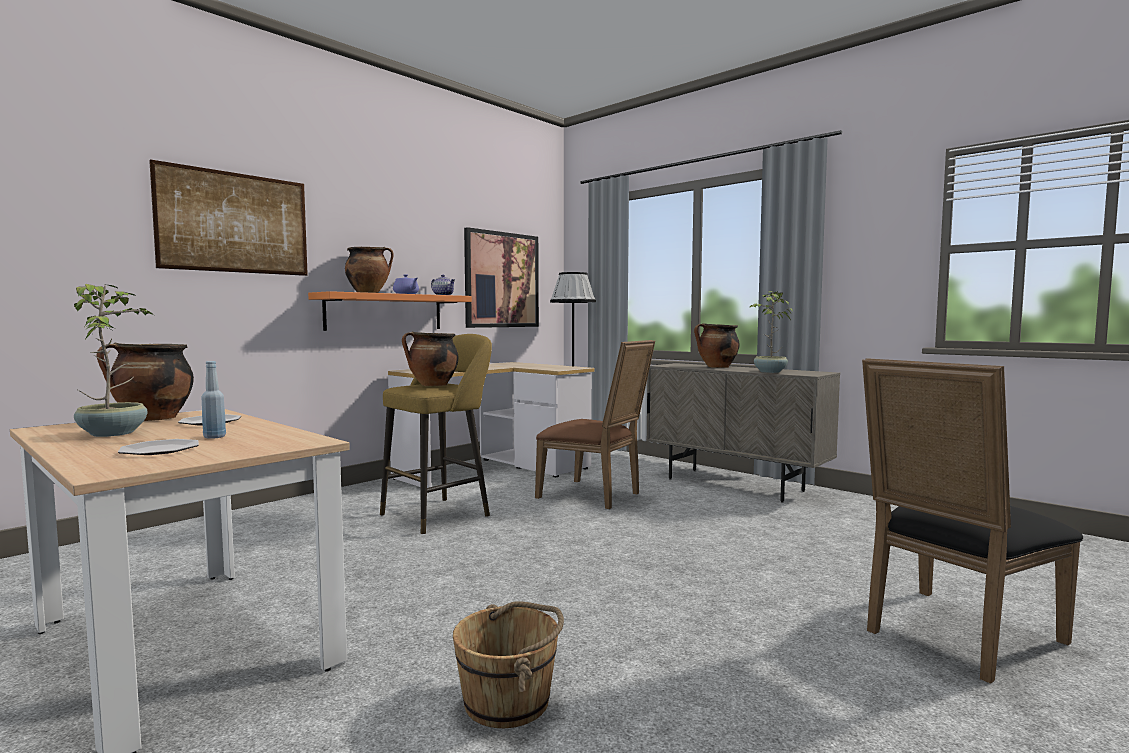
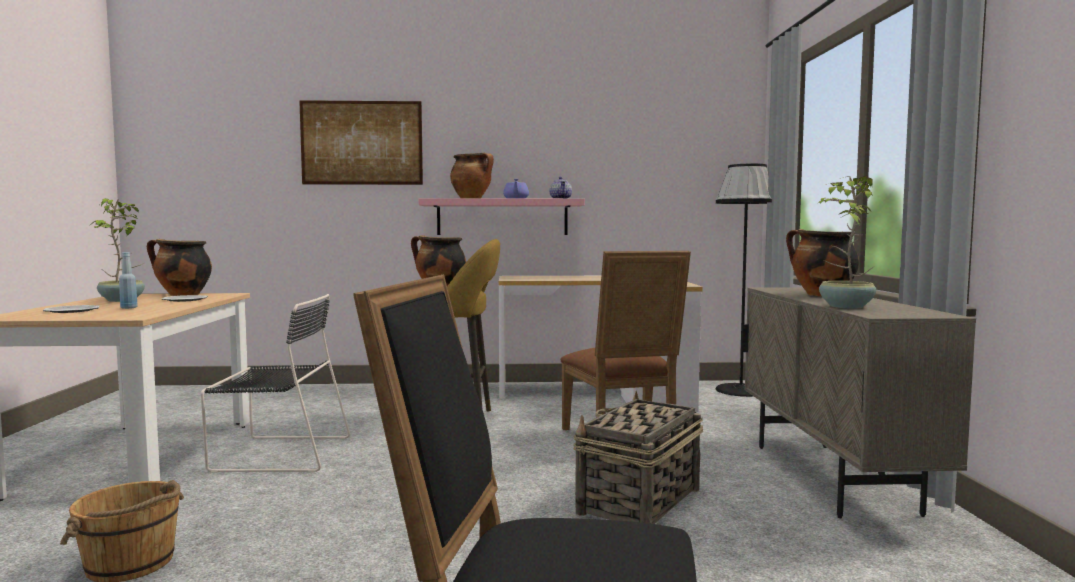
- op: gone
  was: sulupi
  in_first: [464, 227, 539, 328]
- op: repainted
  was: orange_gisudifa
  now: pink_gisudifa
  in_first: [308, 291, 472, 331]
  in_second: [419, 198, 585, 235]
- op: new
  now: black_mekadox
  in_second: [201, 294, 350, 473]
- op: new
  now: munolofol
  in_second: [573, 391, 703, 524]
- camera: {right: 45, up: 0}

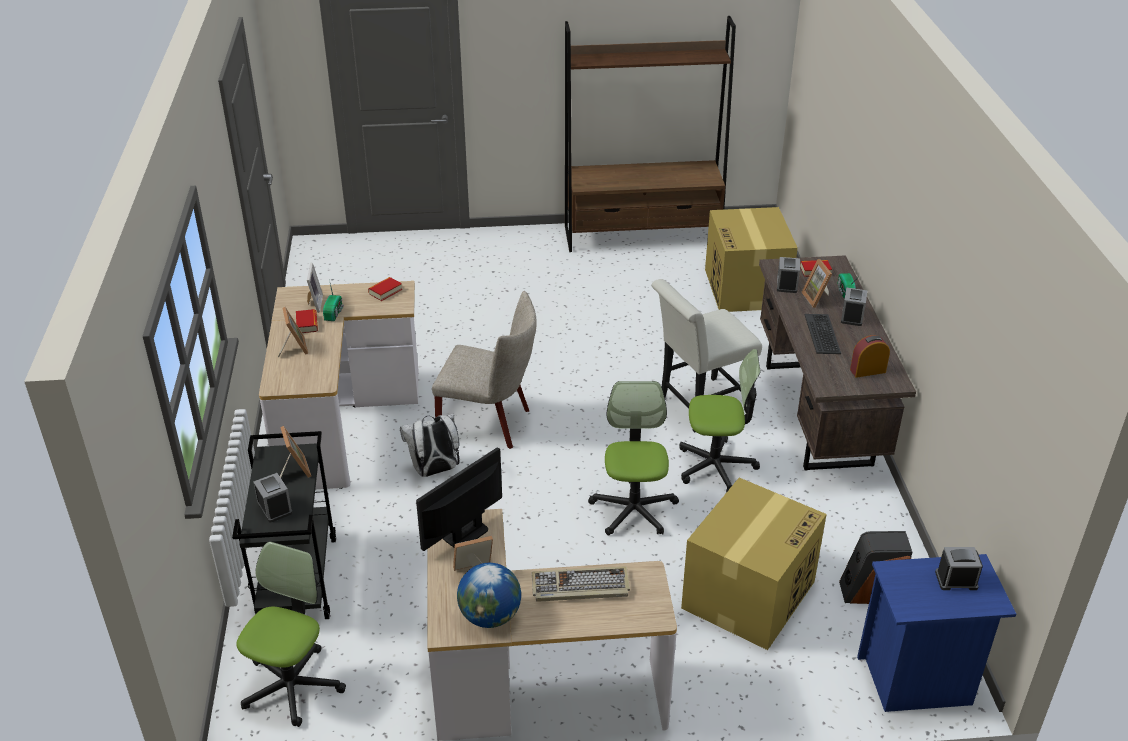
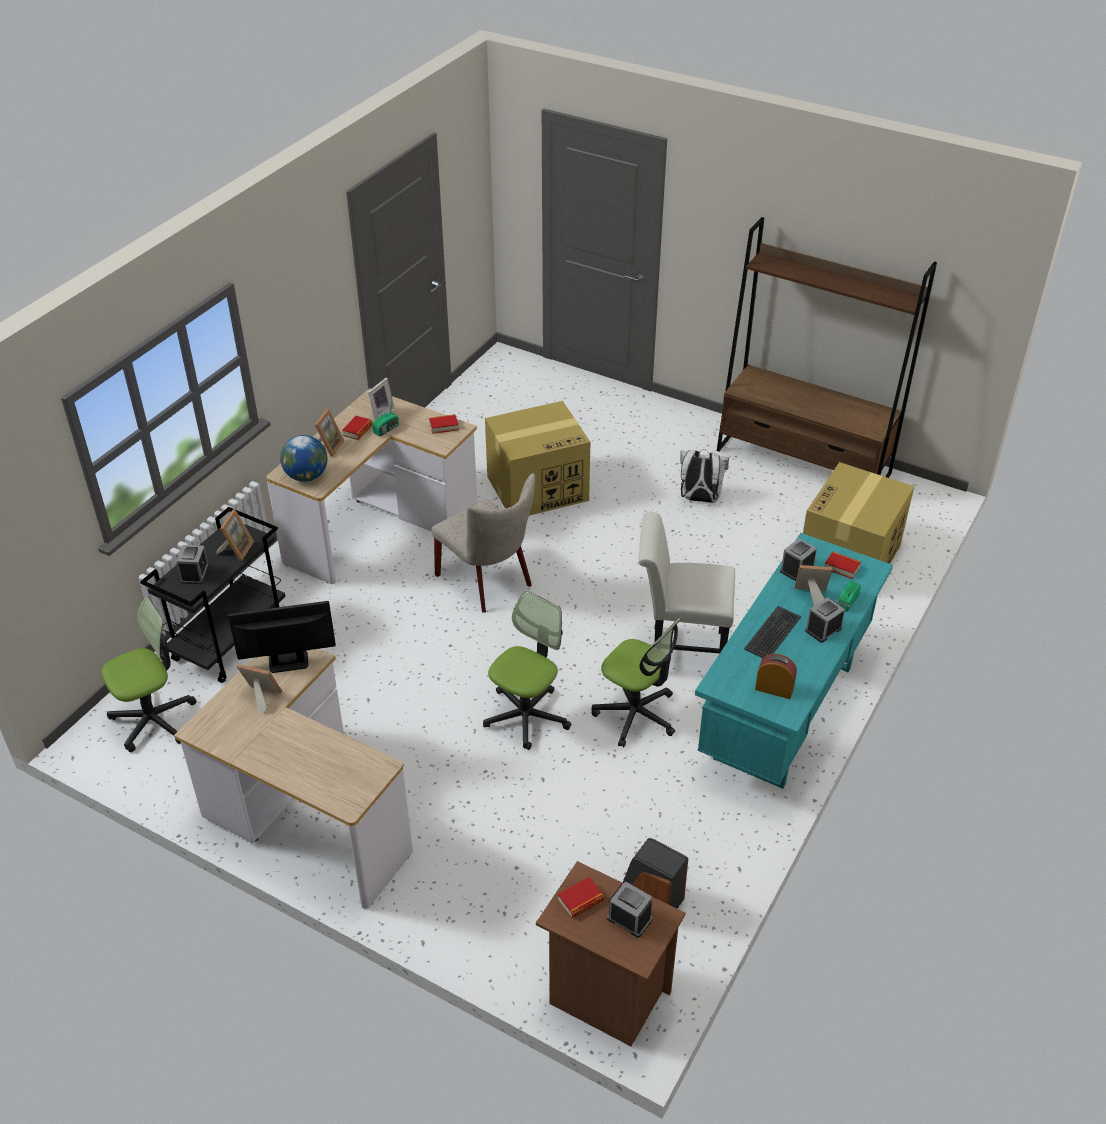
- op: repainted
  was: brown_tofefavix
  now: turquoise_tofefavix
  in_first: [759, 255, 916, 471]
  in_second: [695, 533, 893, 789]
- op: rotated
  was: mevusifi
  in_first: [802, 259, 832, 308]
  in_second: [795, 565, 832, 606]
  clockwise: 75
- op: shifted
  was: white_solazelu
  in_first: [400, 414, 459, 477]
  in_second: [680, 449, 729, 503]
- op: shifted
  was: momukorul
  in_first: [681, 478, 827, 650]
  in_second: [485, 401, 591, 516]
- op: repainted
  was: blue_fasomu
  now: brown_fasomu
  in_first: [857, 554, 1016, 712]
  in_second: [536, 861, 686, 1047]
- op: shifted
  was: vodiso
  in_first: [457, 563, 521, 628]
  in_second: [280, 435, 327, 482]
- op: gone
  was: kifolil
  in_first: [532, 566, 630, 602]
- op: new
  now: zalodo
  in_second: [558, 877, 604, 918]
- camera: {right: 35, up: 5}

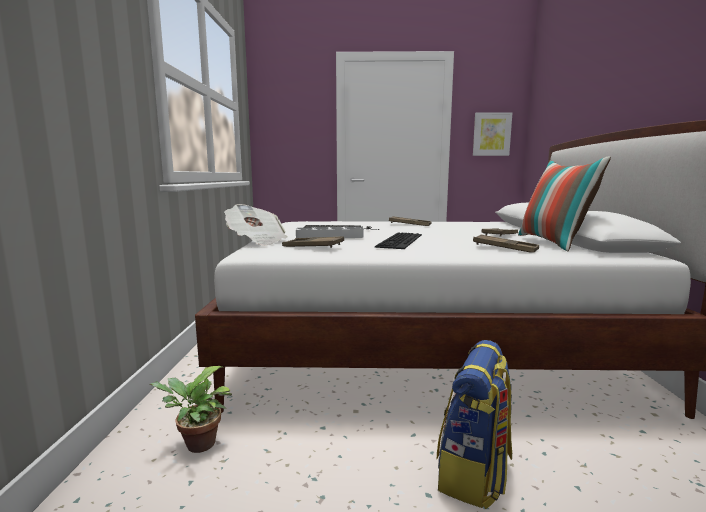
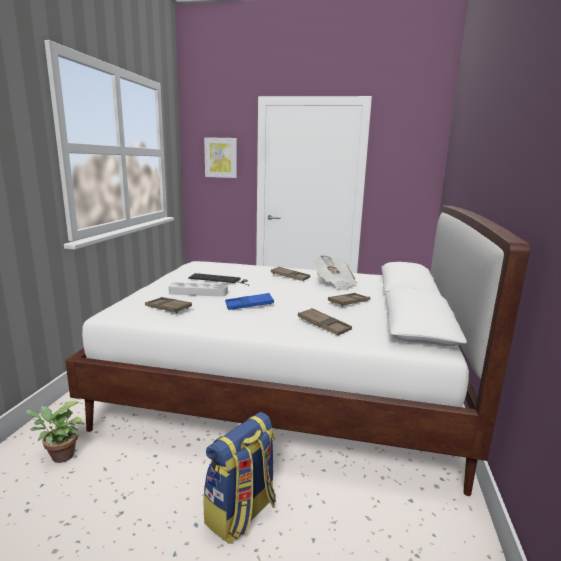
- op: shifted
  was: sulupi
  in_first: [473, 112, 512, 156]
  in_second: [204, 137, 237, 178]
- op: gone
  was: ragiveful
  in_first: [518, 156, 611, 251]
- op: shifted
  was: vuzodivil
  in_first: [224, 204, 288, 246]
  in_second: [314, 255, 357, 291]
- op: swapped
  was: kifolil
  now: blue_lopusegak
  in_first: [375, 232, 422, 249]
  in_second: [225, 293, 274, 310]
- camera: {right: 10, up: 5}

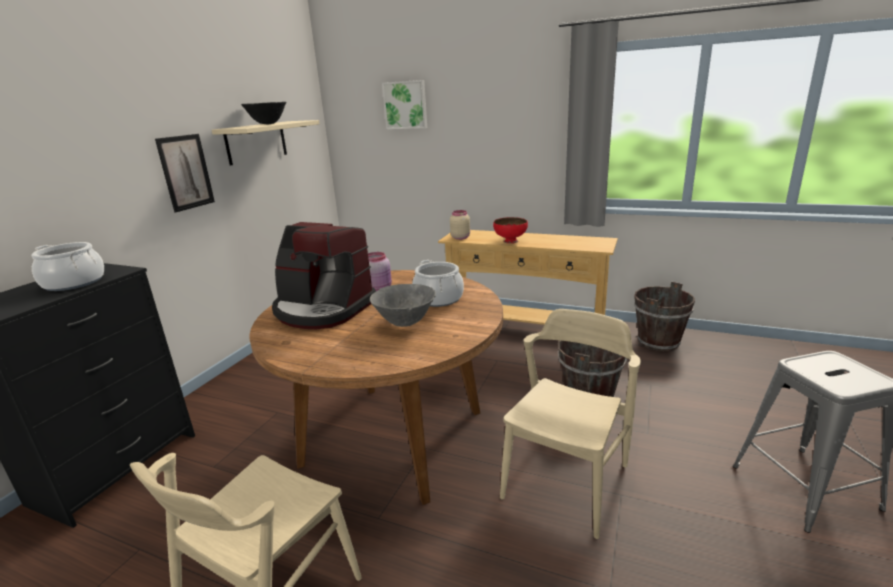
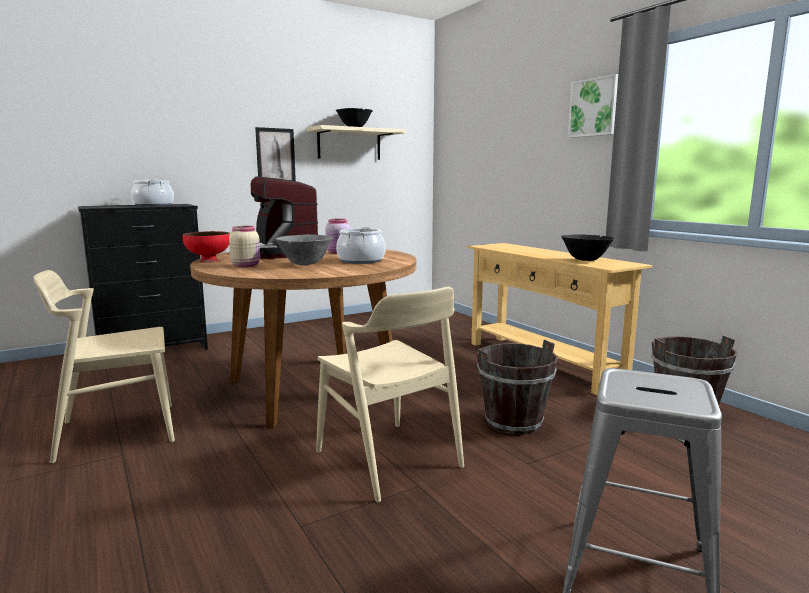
- op: shifted
  was: sulupi
  in_first: [382, 80, 427, 129]
  in_second: [568, 74, 618, 138]
- op: shifted
  was: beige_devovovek
  in_first: [450, 210, 470, 240]
  in_second: [229, 226, 260, 267]
- op: shifted
  was: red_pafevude
  in_first: [493, 217, 528, 244]
  in_second: [183, 231, 230, 263]
- op: rotated
  was: beige_mekadox
  in_first: [500, 309, 641, 539]
  in_second: [316, 286, 464, 502]
  clockwise: 75
- op: new
  now: black_pafevude
  in_second: [561, 234, 614, 261]
- camera: {right: 35, up: -10}

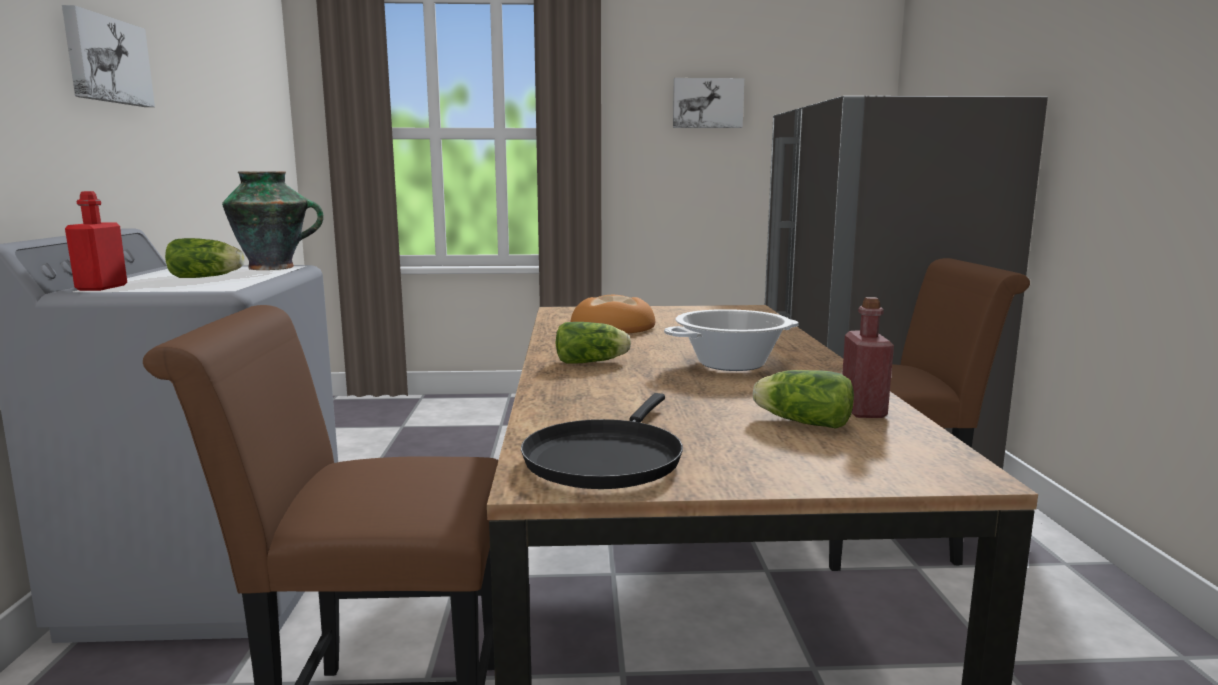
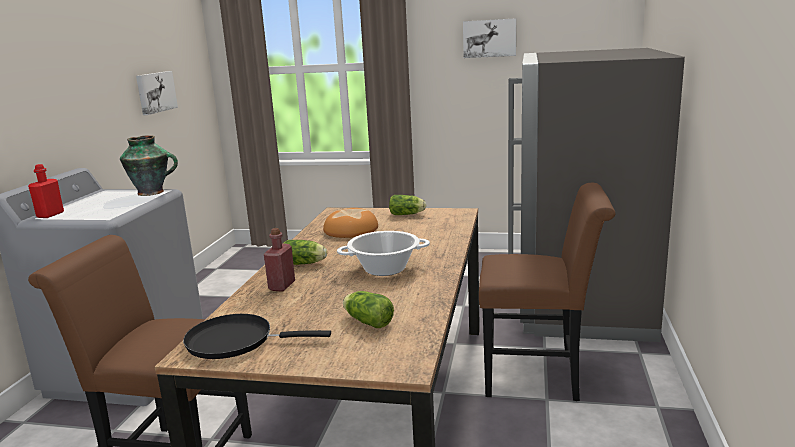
- op: shifted
  was: sulupi
  in_first: [62, 5, 155, 107]
  in_second: [136, 71, 178, 115]
- op: shifted
  was: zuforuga
  in_first: [165, 238, 244, 278]
  in_second: [389, 195, 426, 215]
- op: shifted
  was: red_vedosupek
  in_first: [842, 297, 894, 418]
  in_second: [264, 228, 295, 292]
- op: rotated
  was: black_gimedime
  in_first: [521, 393, 683, 489]
  in_second: [183, 314, 331, 359]
  clockwise: 60
- camera: {right: 15, up: 5}

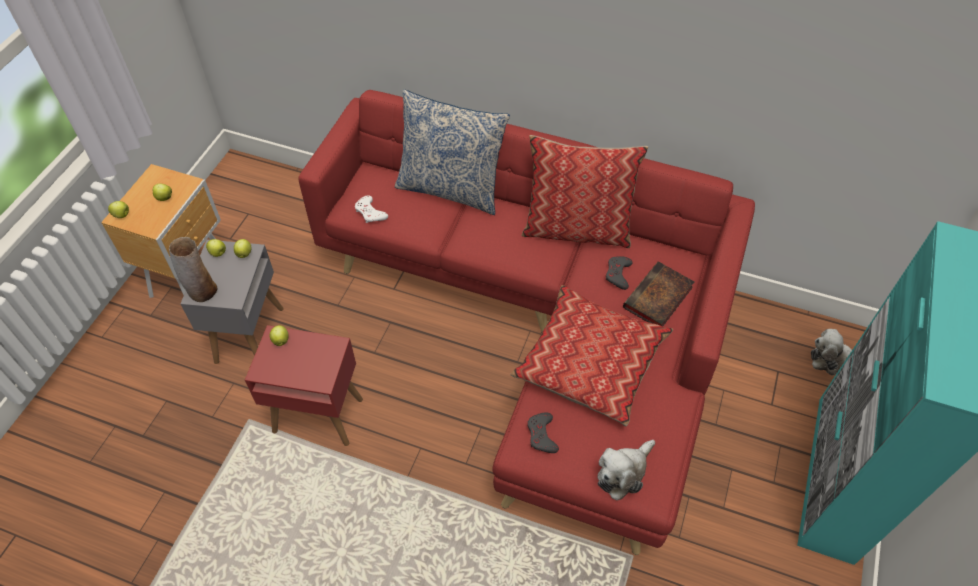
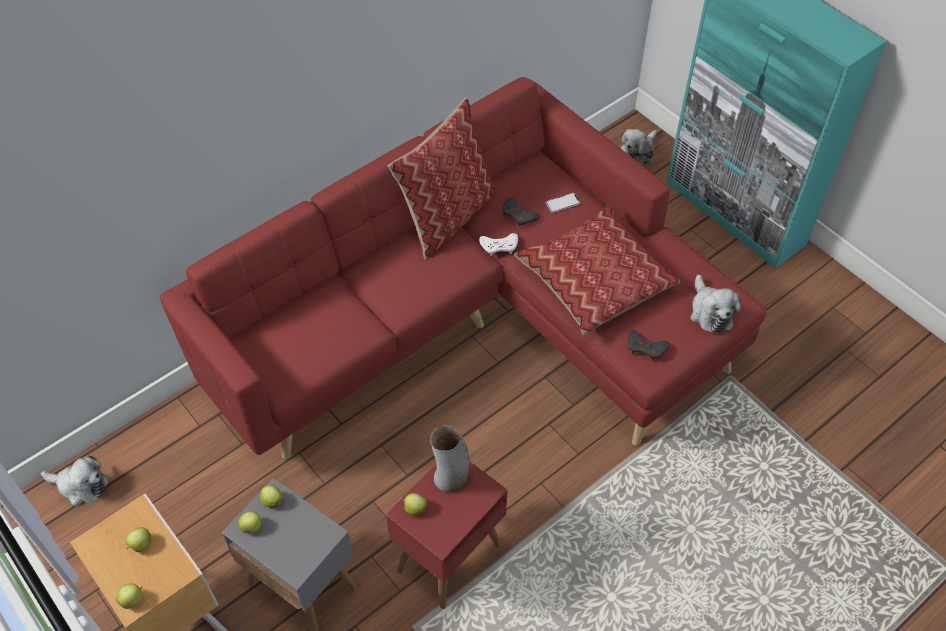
- op: gone
  was: ragiveful
  in_first: [395, 89, 510, 215]
- op: shifted
  was: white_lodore
  in_first: [355, 195, 388, 223]
  in_second: [479, 233, 518, 256]
- op: shifted
  was: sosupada
  in_first: [169, 237, 218, 302]
  in_second: [430, 425, 470, 492]
- op: swapped
  was: zalodo
  now: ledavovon
  in_first: [623, 261, 694, 326]
  in_second: [545, 193, 581, 213]
- op: new
  now: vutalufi
  in_second: [41, 455, 109, 507]
- camera: {right: -60, up: 0}

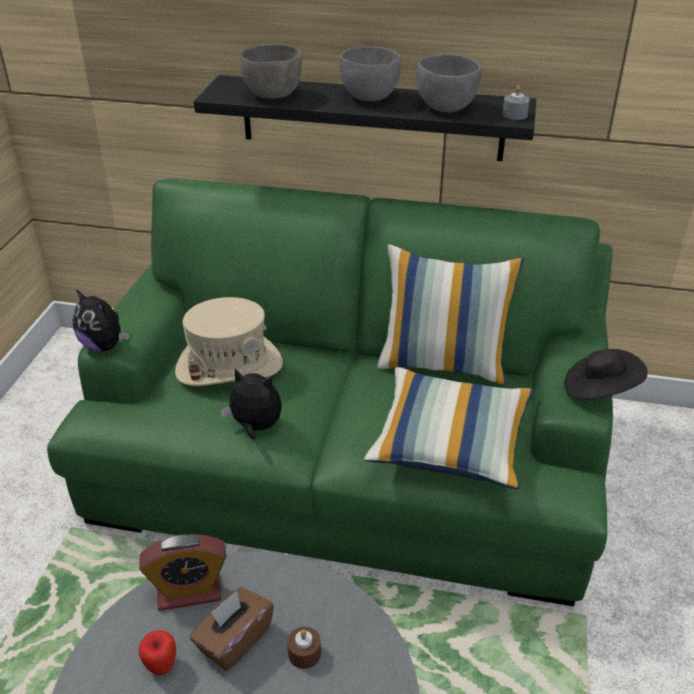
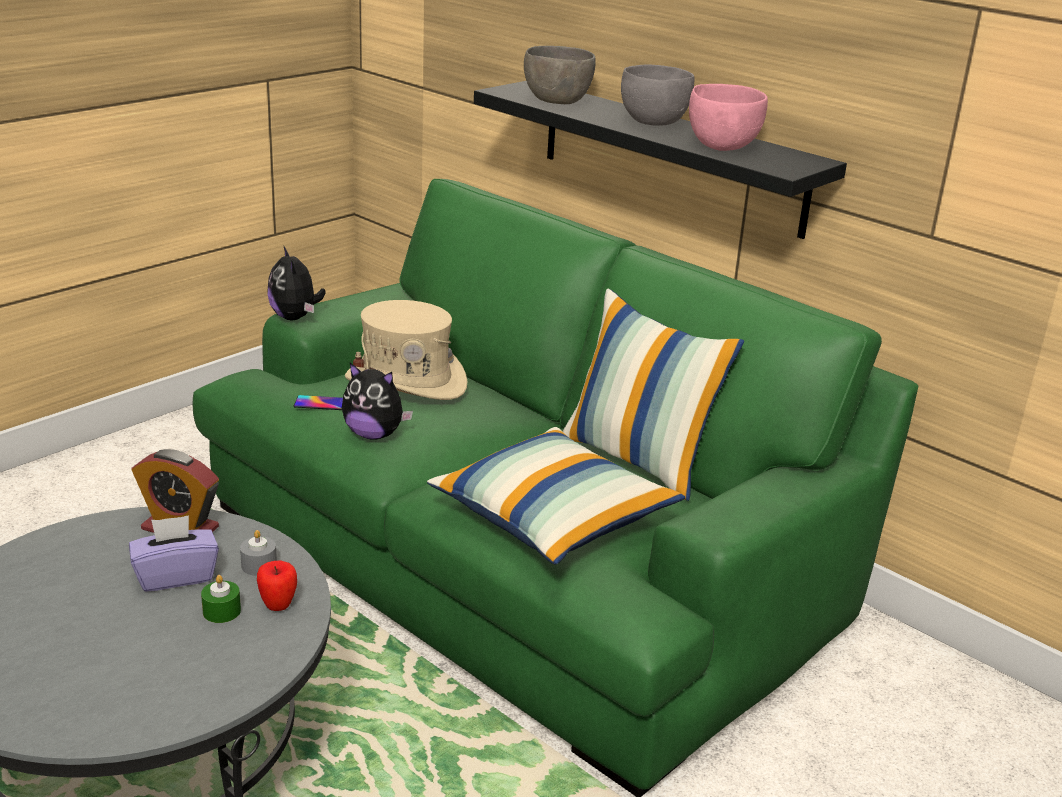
- op: repainted
  was: grey_pafevude
  now: pink_pafevude
  in_first: [416, 54, 482, 113]
  in_second: [689, 84, 768, 151]
- op: shifted
  was: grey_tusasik
  in_first: [502, 85, 530, 120]
  in_second: [240, 530, 277, 576]
- op: gone
  was: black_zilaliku
  in_first: [564, 349, 648, 399]
- op: rotated
  was: vutalufi
  in_first: [220, 368, 282, 440]
  in_second: [342, 363, 413, 440]
  clockwise: 150
- op: repainted
  was: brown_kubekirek
  now: purple_kubekirek
  in_first: [190, 587, 274, 671]
  in_second: [129, 515, 219, 592]
- op: repainted
  was: brown_tusasik
  now: green_tusasik
  in_first: [287, 626, 321, 669]
  in_second: [201, 575, 241, 623]
- op: shifted
  was: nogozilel
  in_first: [139, 630, 176, 675]
  in_second: [257, 560, 297, 611]
- op: new
  now: ledavovon
  in_second: [294, 395, 343, 410]
- camera: {right: 30, up: -10}

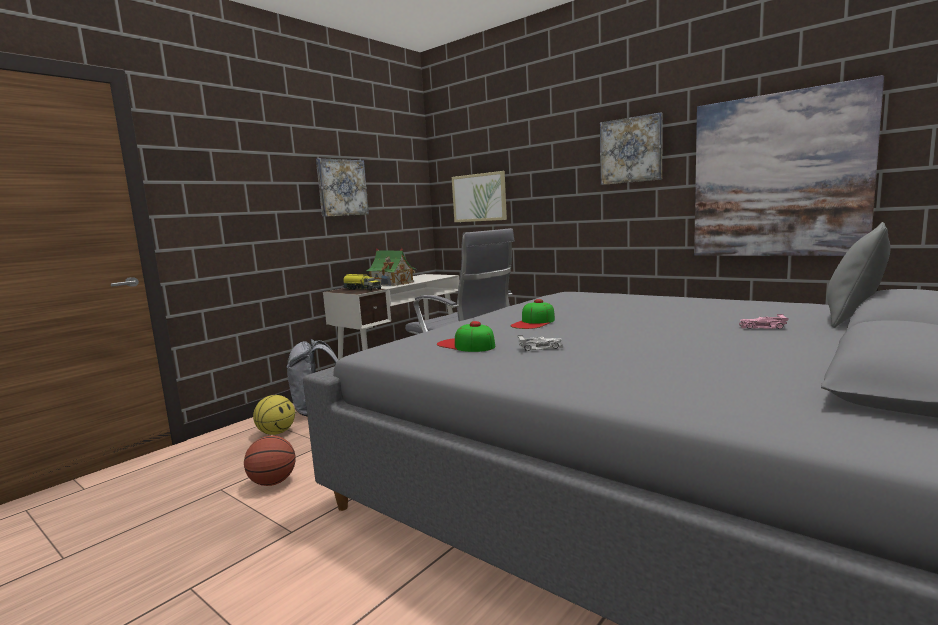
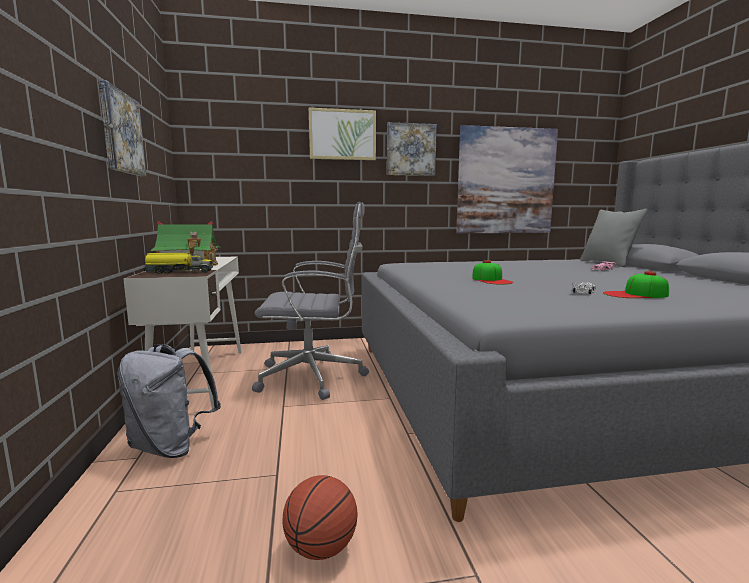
- op: shifted
  was: sulupi
  in_first: [452, 171, 507, 222]
  in_second: [309, 108, 376, 160]
- op: shifted
  was: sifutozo
  in_first: [437, 321, 495, 352]
  in_second: [603, 271, 669, 298]
- op: gone
  was: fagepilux
  in_first: [253, 395, 295, 435]
- camera: {right: -50, up: 0}

